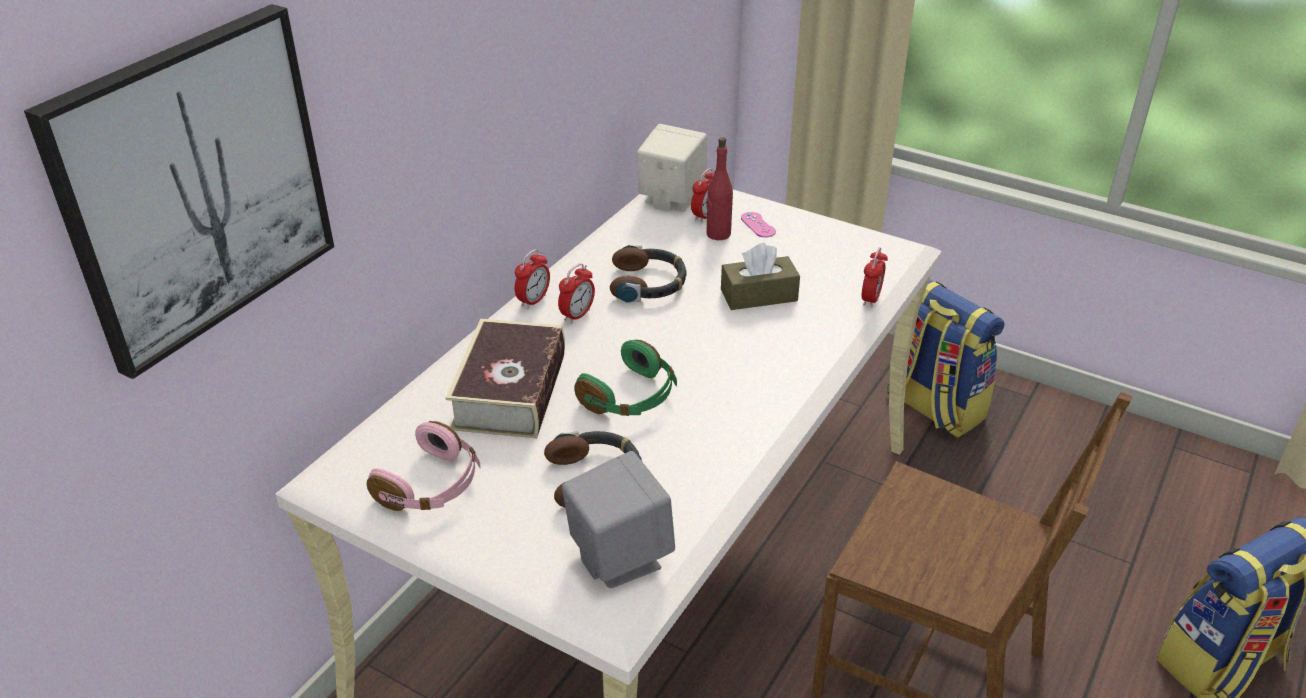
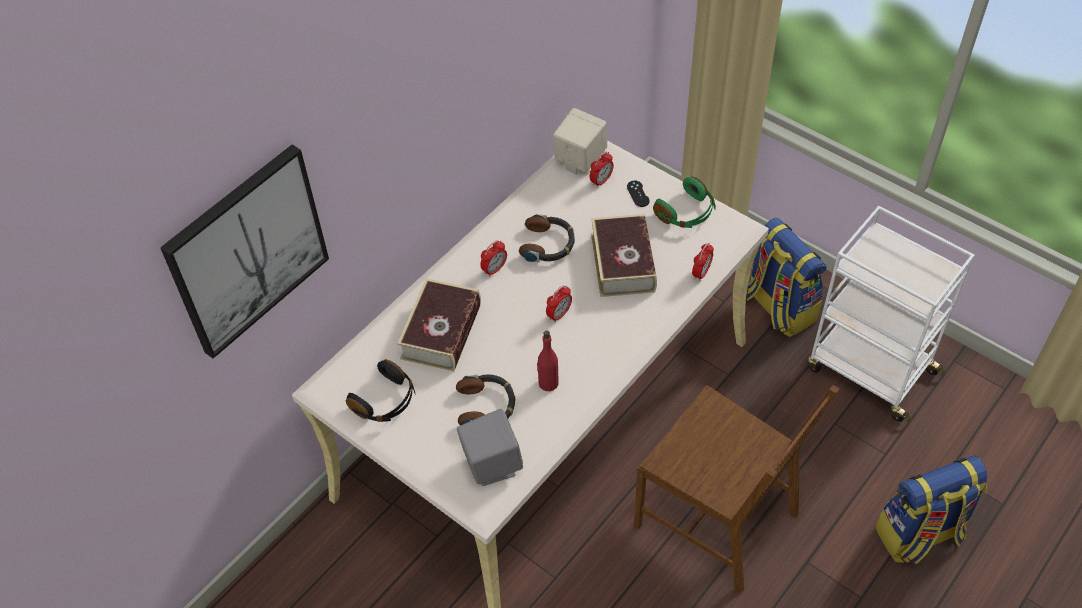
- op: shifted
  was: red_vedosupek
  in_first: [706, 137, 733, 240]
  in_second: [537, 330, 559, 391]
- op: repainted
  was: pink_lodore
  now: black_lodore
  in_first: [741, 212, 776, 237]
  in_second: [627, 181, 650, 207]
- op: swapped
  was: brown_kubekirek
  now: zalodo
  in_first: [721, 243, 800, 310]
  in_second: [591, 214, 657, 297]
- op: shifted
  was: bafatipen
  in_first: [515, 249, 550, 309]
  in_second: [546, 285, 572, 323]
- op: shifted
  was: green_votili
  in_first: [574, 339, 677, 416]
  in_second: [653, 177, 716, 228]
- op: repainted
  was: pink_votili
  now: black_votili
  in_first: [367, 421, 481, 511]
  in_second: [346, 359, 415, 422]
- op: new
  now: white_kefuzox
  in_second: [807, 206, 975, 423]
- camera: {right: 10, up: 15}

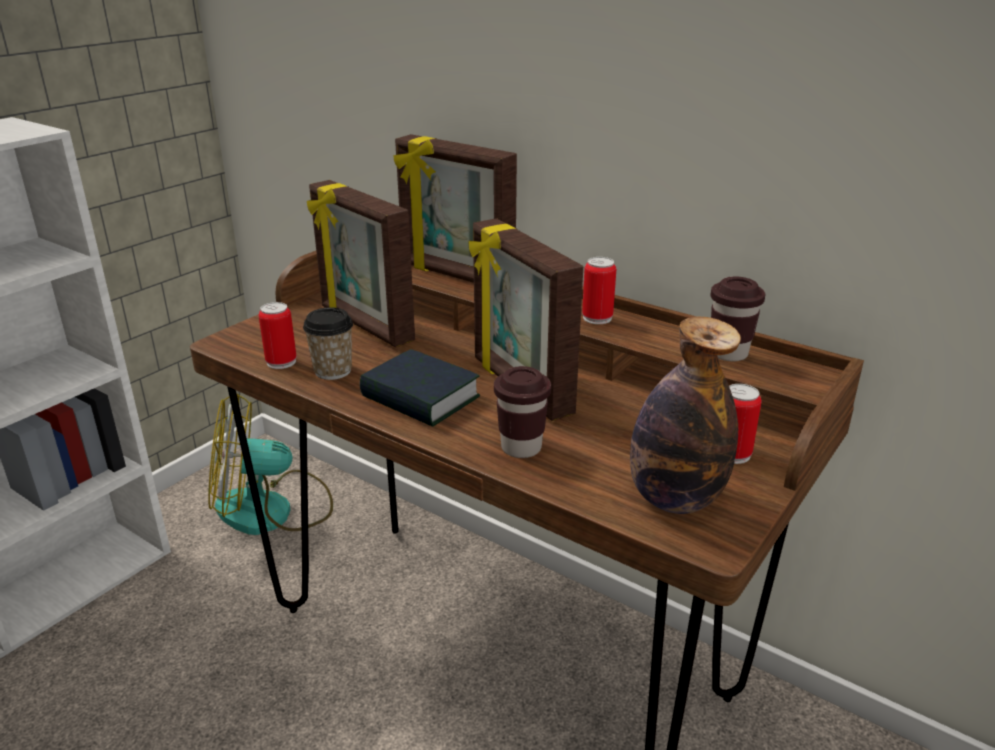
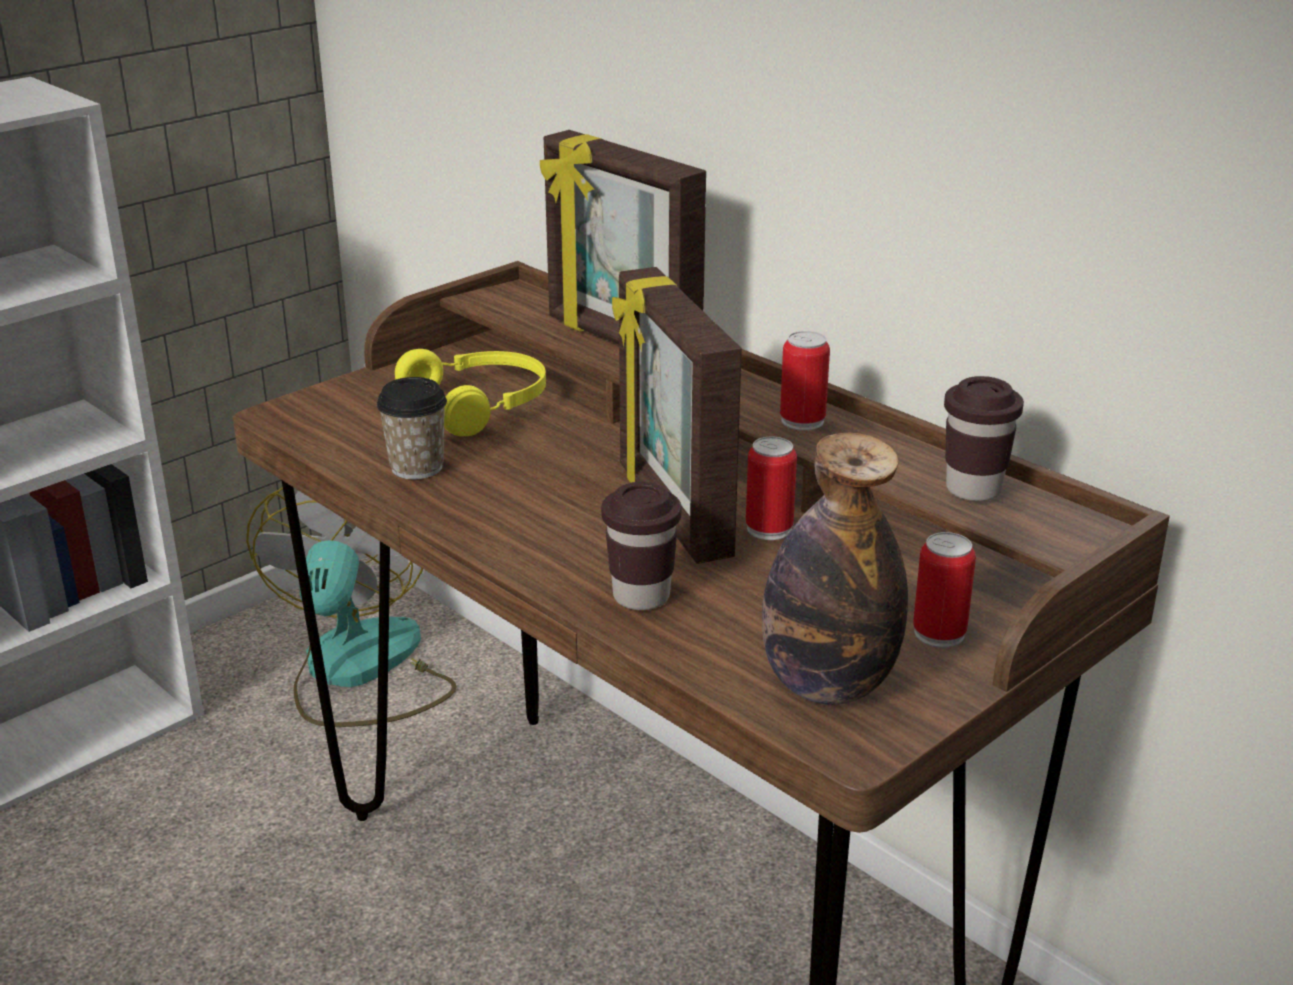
- op: swapped
  was: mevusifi
  now: yellow_votili
  in_first: [307, 180, 415, 347]
  in_second: [395, 349, 546, 436]
- op: shifted
  was: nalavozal
  in_first: [259, 302, 297, 369]
  in_second: [746, 437, 797, 540]
- op: gone
  was: zalodo
  in_first: [360, 349, 480, 427]
- op: rotated
  was: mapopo
  in_first: [208, 394, 333, 535]
  in_second: [246, 487, 457, 727]
  clockwise: 90
- camera: {right: 10, up: 0}

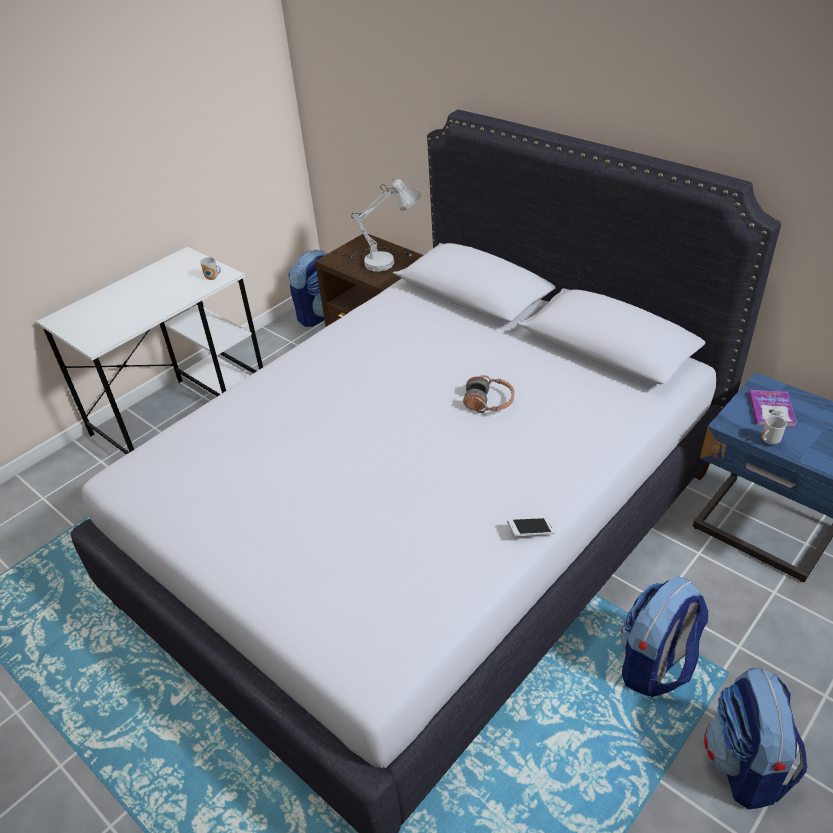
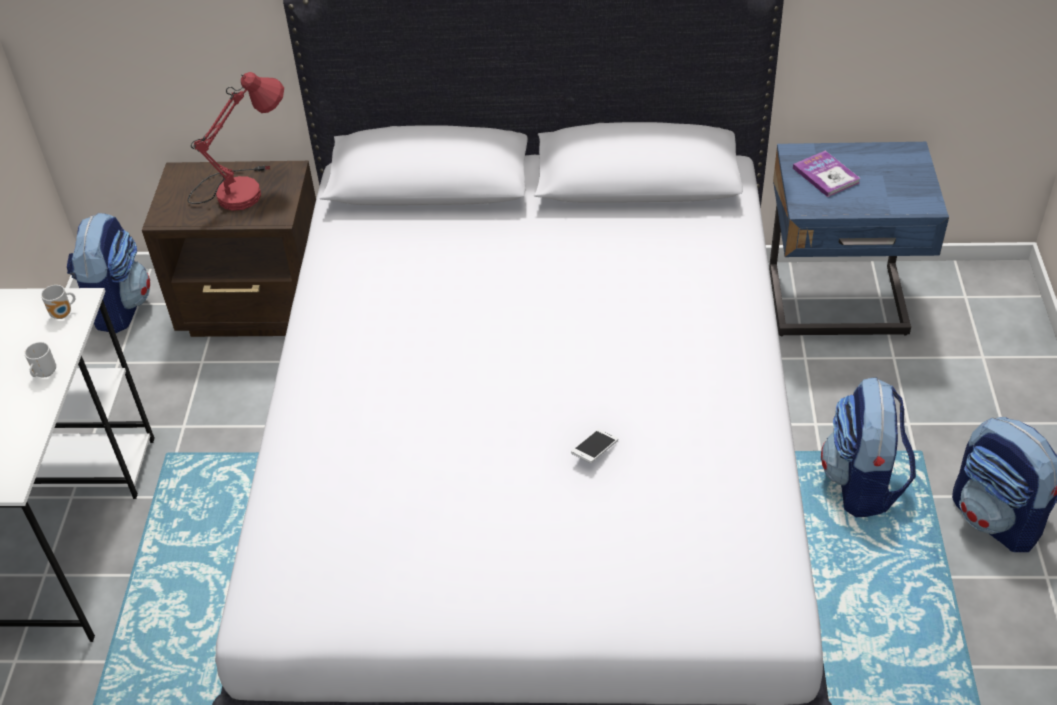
- op: repainted
  was: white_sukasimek
  now: red_sukasimek
  in_first: [351, 179, 421, 272]
  in_second: [188, 72, 284, 211]
- op: gone
  was: votili
  in_first: [463, 375, 514, 413]
- op: shifted
  was: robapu
  in_first: [762, 416, 787, 445]
  in_second: [24, 342, 56, 377]
- op: shifted
  was: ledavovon
  in_first: [507, 518, 555, 536]
  in_second: [571, 429, 618, 463]
- camera: {right: -40, up: 5}

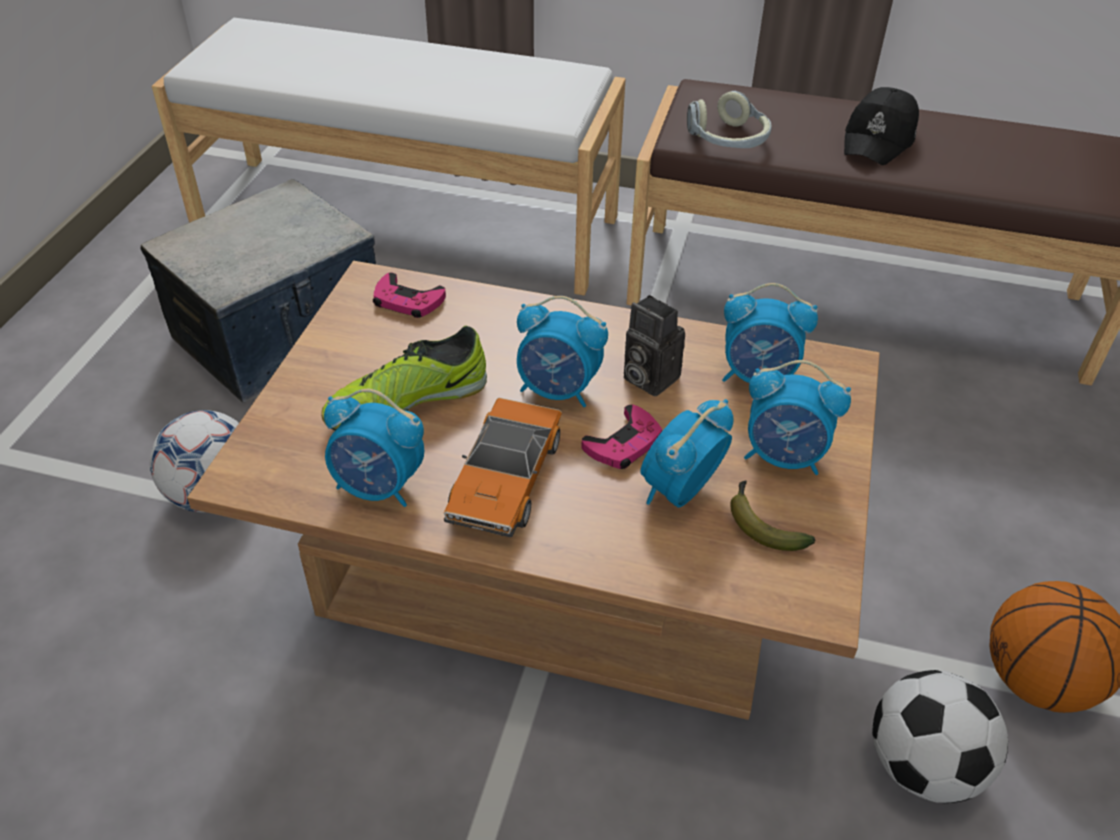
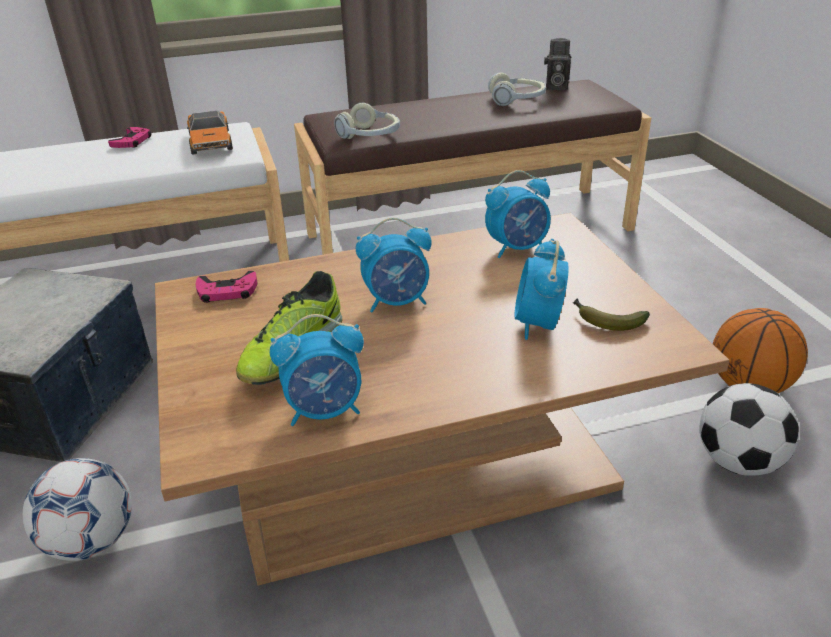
- op: gone
  was: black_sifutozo
  in_first: [844, 87, 919, 165]
- op: shifted
  was: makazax
  in_first: [624, 295, 685, 396]
  in_second: [544, 38, 571, 90]
- op: gone
  was: bafatipen
  in_first: [744, 360, 851, 475]
- op: shifted
  was: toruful
  in_first: [444, 397, 562, 537]
  in_second: [187, 111, 233, 154]
- op: shifted
  was: pink_lodore
  in_first: [581, 404, 662, 469]
  in_second: [108, 127, 152, 148]
- op: new
  now: votili
  in_second: [488, 73, 546, 106]
- camera: {right: -30, up: -10}

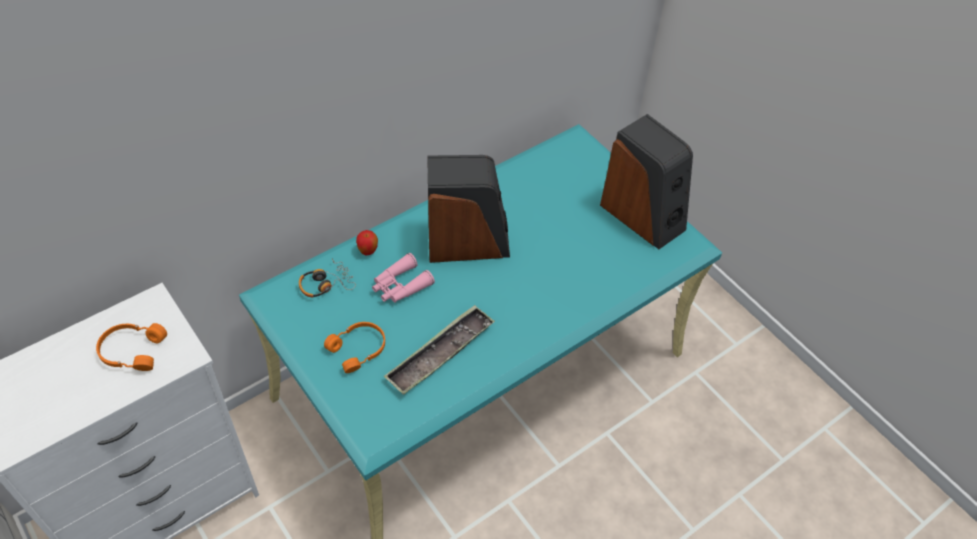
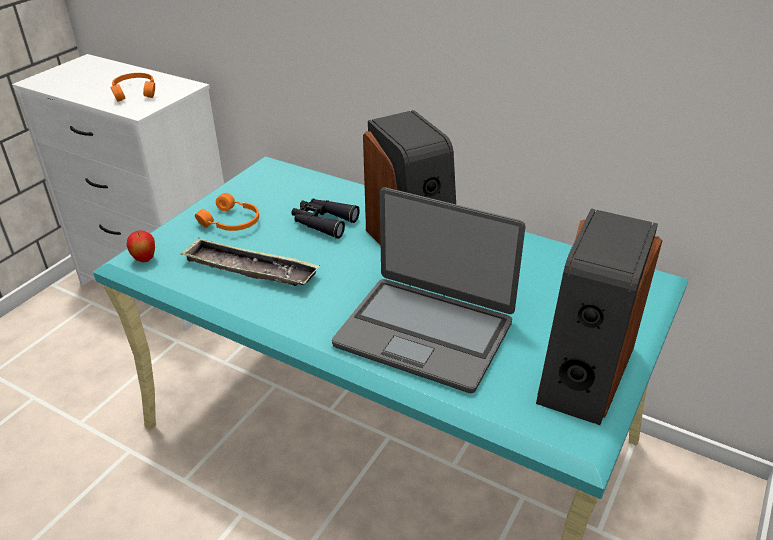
- op: shifted
  was: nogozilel
  in_first: [356, 230, 378, 255]
  in_second: [127, 230, 155, 262]
- op: repainted
  was: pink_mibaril
  now: black_mibaril
  in_first: [372, 253, 435, 303]
  in_second: [291, 198, 360, 239]
- op: gone
  was: votili
  in_first: [299, 259, 356, 298]
- op: new
  now: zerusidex
  in_second: [332, 187, 525, 393]
- camera: {right: 70, up: -15}

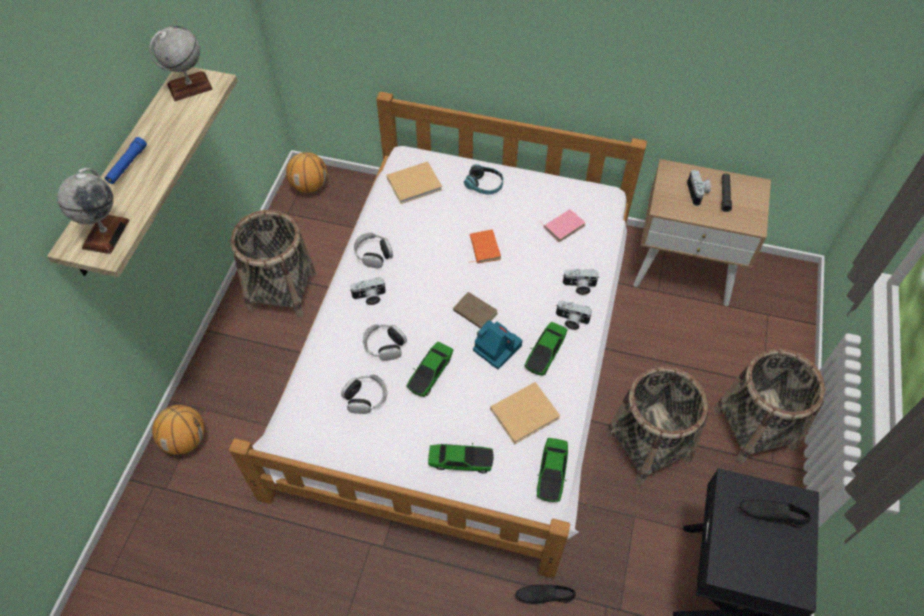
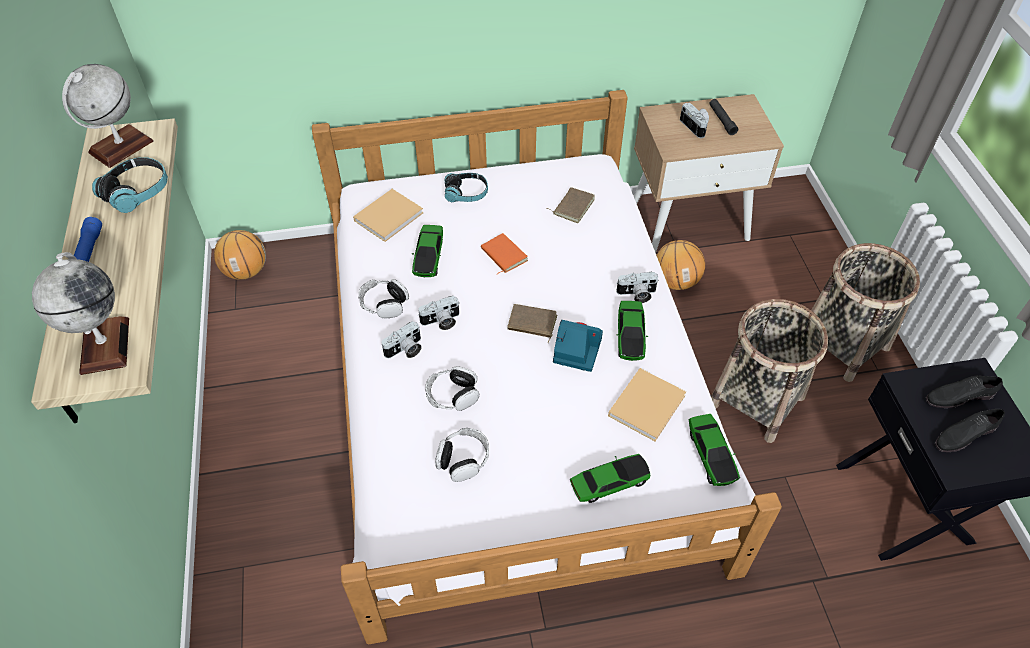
- op: repainted
  was: pink_zalodo
  now: brown_zalodo
  in_first: [539, 209, 586, 242]
  in_second: [546, 187, 595, 223]
- op: gone
  was: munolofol
  in_first: [231, 210, 316, 317]
- op: shifted
  was: makazax
  in_first: [563, 269, 599, 295]
  in_second: [418, 296, 460, 330]
- op: shifted
  was: toruful
  in_first: [406, 342, 454, 397]
  in_second: [412, 225, 443, 277]
- op: shifted
  was: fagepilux
  in_first: [152, 405, 205, 455]
  in_second: [656, 240, 705, 290]
- op: shifted
  was: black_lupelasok
  in_first: [515, 585, 576, 605]
  in_second: [935, 409, 1005, 452]
- op: new
  now: votili
  in_second: [92, 157, 168, 213]
- camera: {right: -25, up: -5}

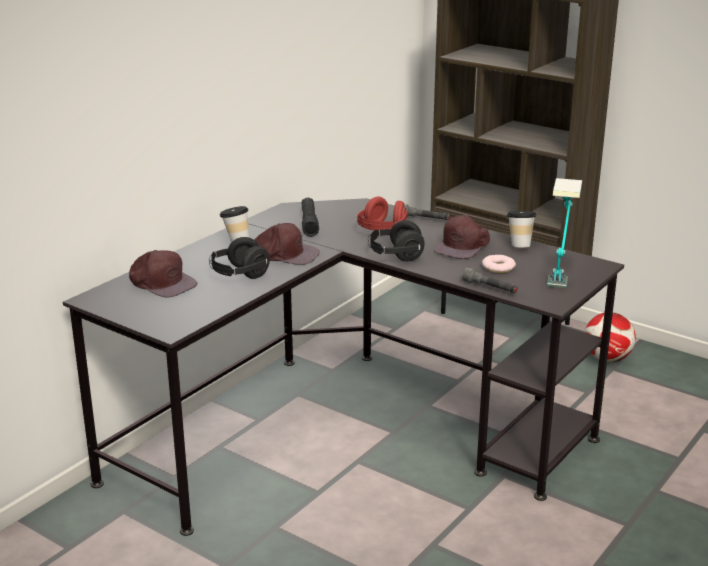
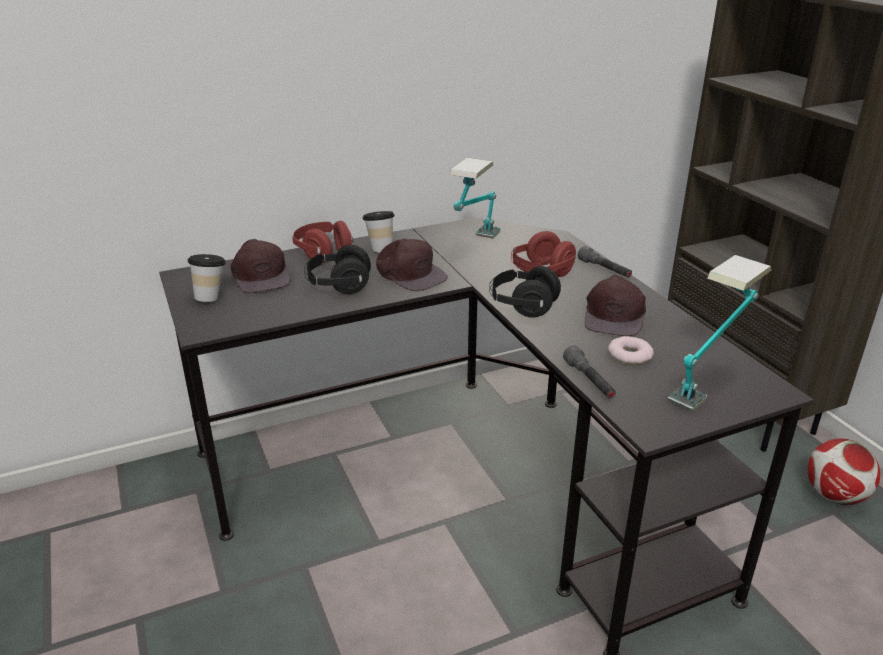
- op: swapped
  was: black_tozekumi
  now: sukasimek
  in_first: [302, 198, 319, 237]
  in_second: [450, 158, 501, 238]
- op: shifted
  was: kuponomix
  in_first: [507, 211, 537, 247]
  in_second: [188, 254, 226, 302]
- op: rotated
  was: brown_sifutozo
  in_first: [434, 215, 490, 259]
  in_second: [585, 275, 646, 336]
  clockwise: -45
- op: new
  now: red_votili
  in_second: [292, 221, 354, 263]
- camera: {right: 30, up: 5}

